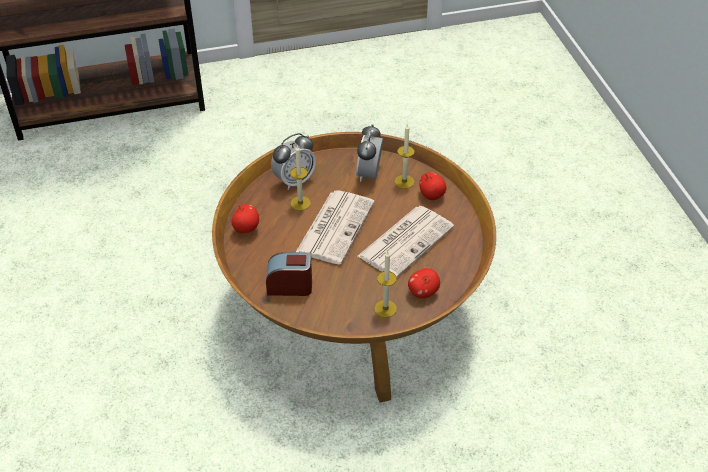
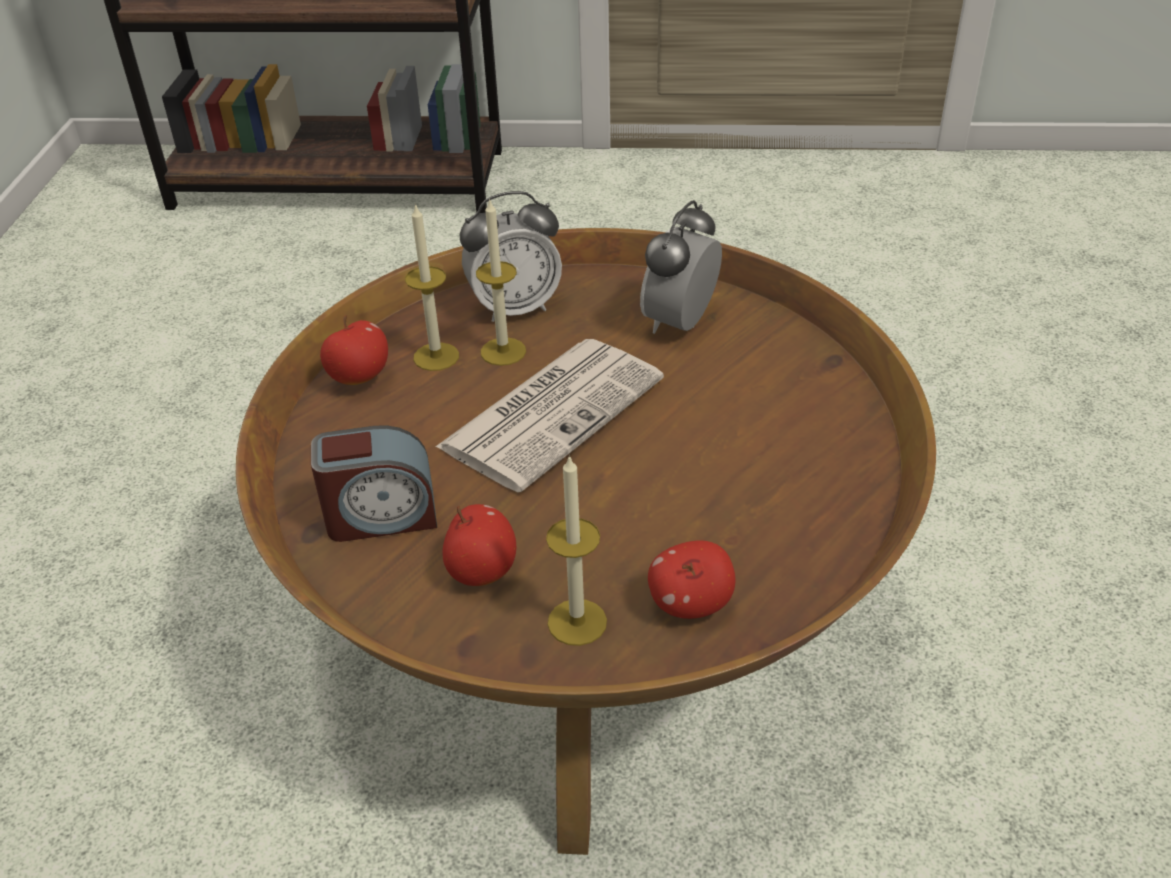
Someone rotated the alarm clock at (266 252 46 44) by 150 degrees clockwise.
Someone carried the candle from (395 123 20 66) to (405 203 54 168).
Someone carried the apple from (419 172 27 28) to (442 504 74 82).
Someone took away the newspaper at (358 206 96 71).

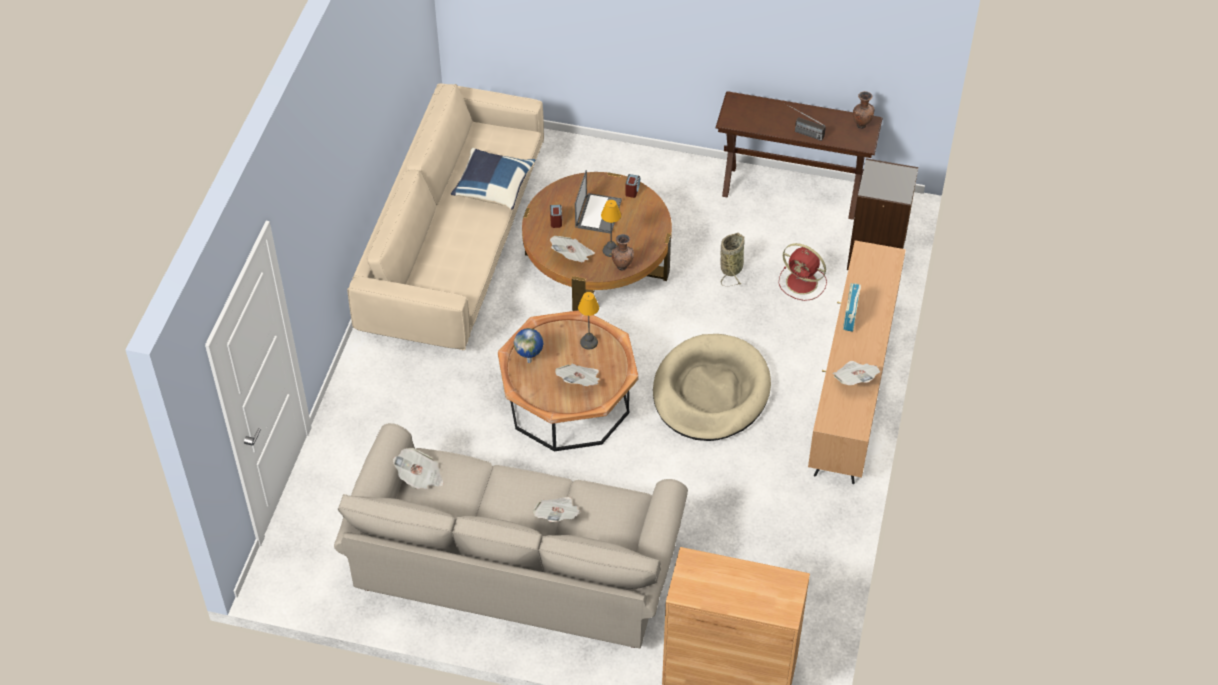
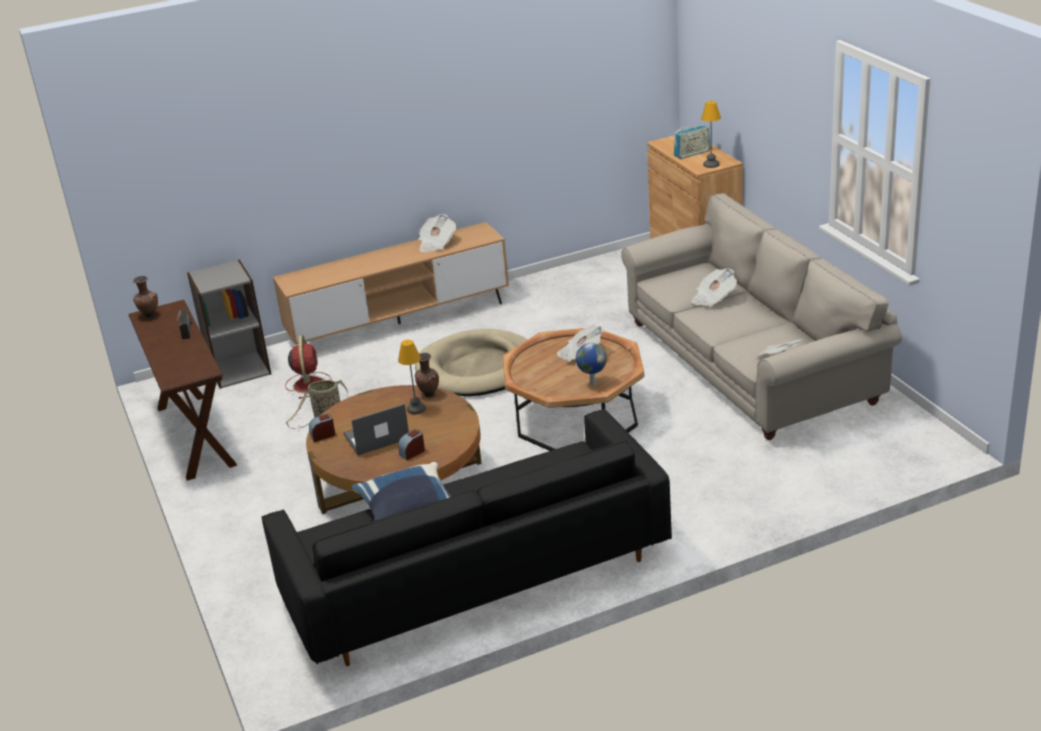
Someone repainted the sofa (beige) at (347 83 197 267), which became the sofa (black) at (262 409 410 257).
Someone carried the radio from (843 283 18 49) to (674 125 36 34).
Someone carried the table lamp from (578 292 21 57) to (701 101 20 67).
Someone took away the newspaper at (550 236 45 27).

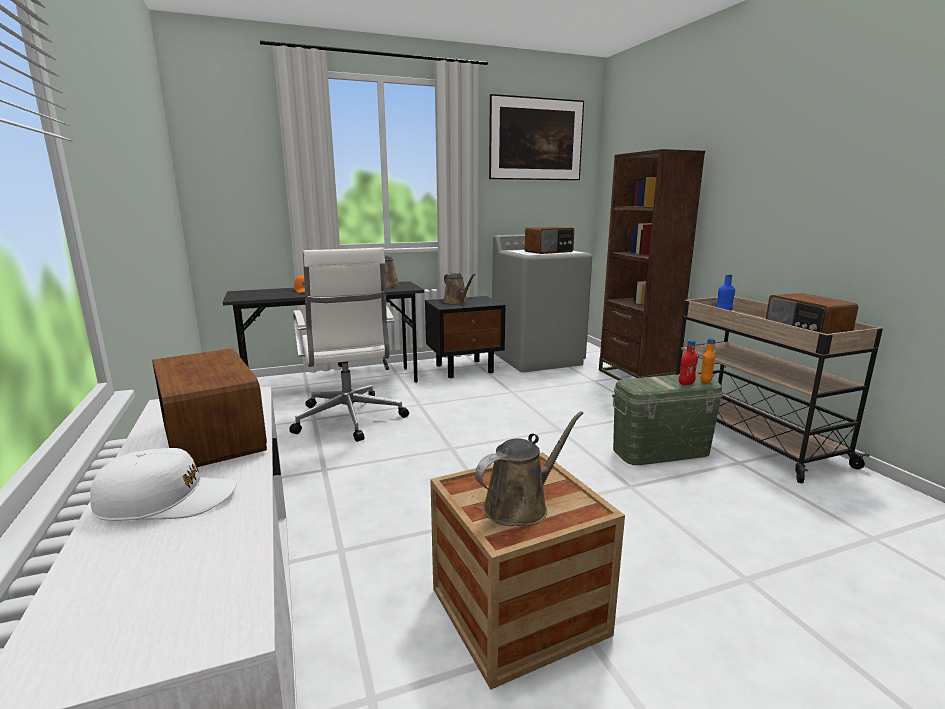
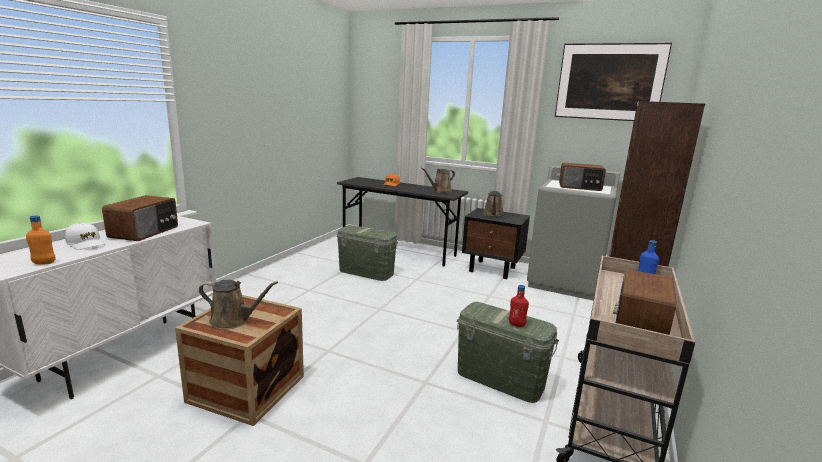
Someone carried the bottle (orange) from (701 338 14 46) to (26 215 30 50).
Someone swapped the office chair (white) at (289 248 120 194) for the storage box (green) at (337 225 61 56).

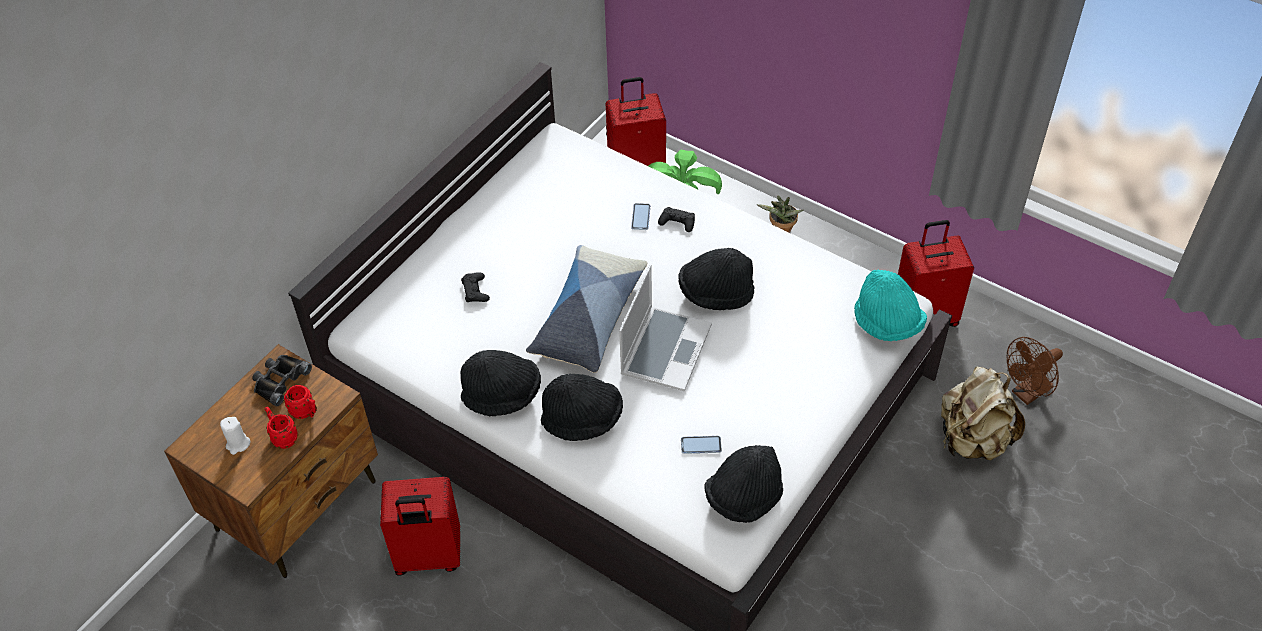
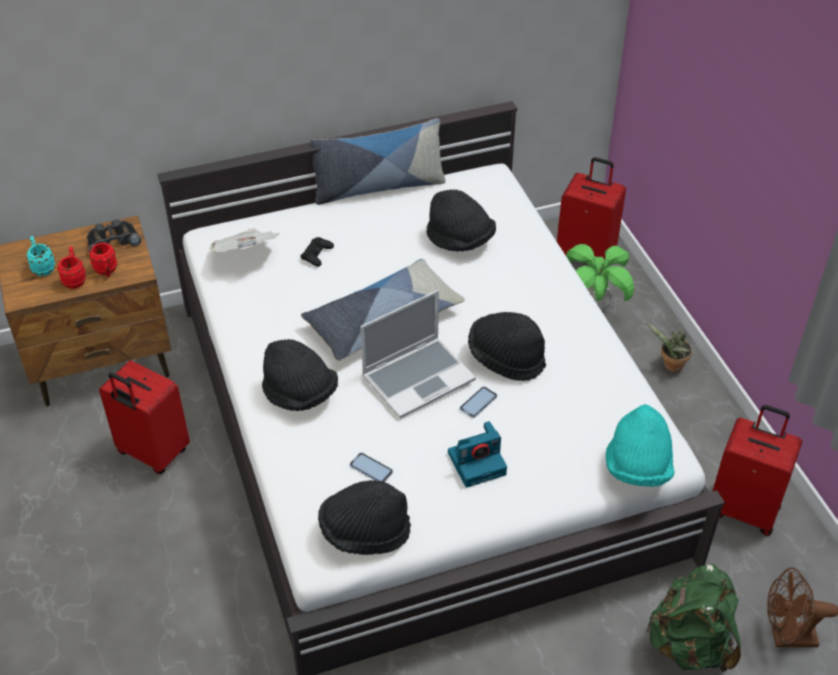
Someone swapped the candle (white) at (220 417 30 38) for the mug (turquoise) at (27 236 28 40).
Someone put down the newspaper at (210 228 69 24).
Someone put down the pillow at (309 118 137 87).
Someone carried the hat (black) from (461 350 80 66) to (426 189 70 63).
Someone put down the photo camera at (448 421 59 67).
Someone carried the phone from (631 203 19 27) to (460 387 37 31).
Someone repainted the backpack (beige) at (941 366 84 95), which became the backpack (green) at (646 564 95 108).
Someone took away the game controller (black) at (658 207 37 25).

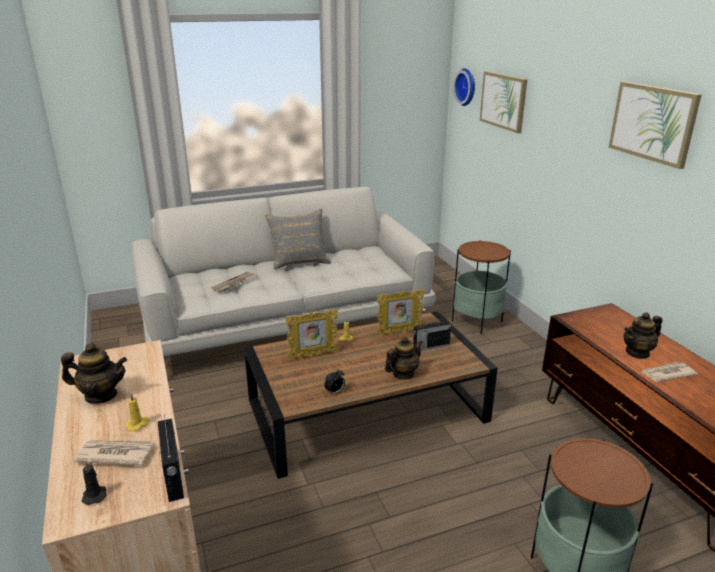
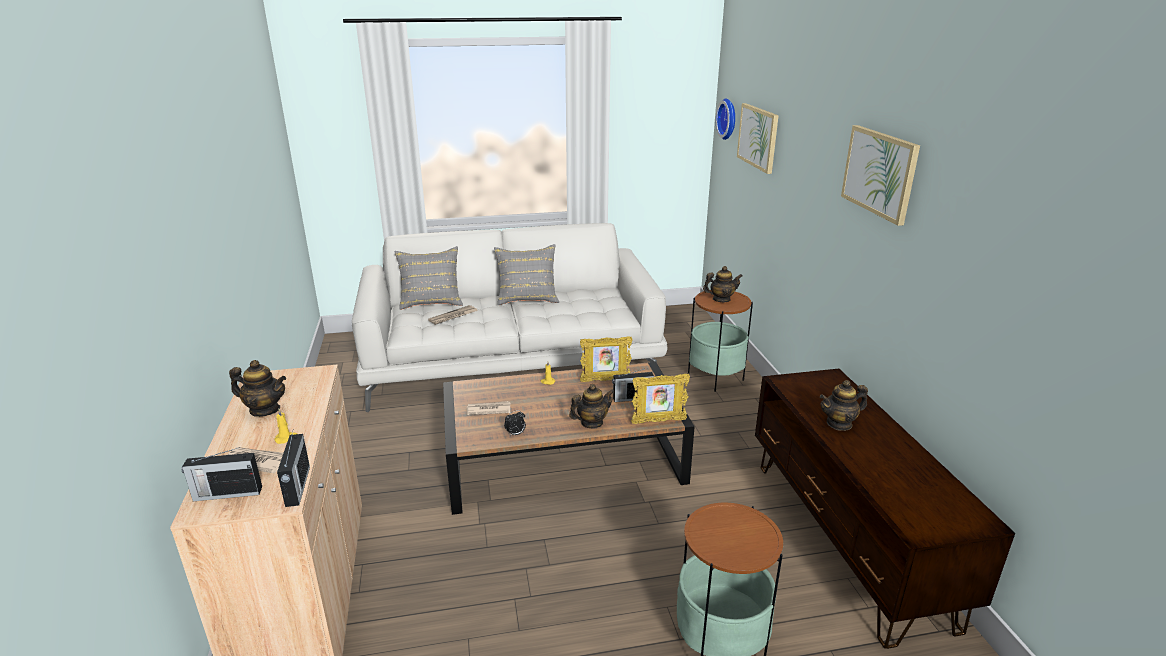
Someone swapped the candle (black) at (82 461 25 44) for the radio at (182 447 80 54).
Someone put down the pillow (grey) at (395 246 68 64).
Someone carried the newspaper from (641 362 57 20) to (467 401 43 14).
Someone carried the picture frame from (285 309 53 51) to (631 374 59 50).
Someone put down the teapot at (703 266 39 36).

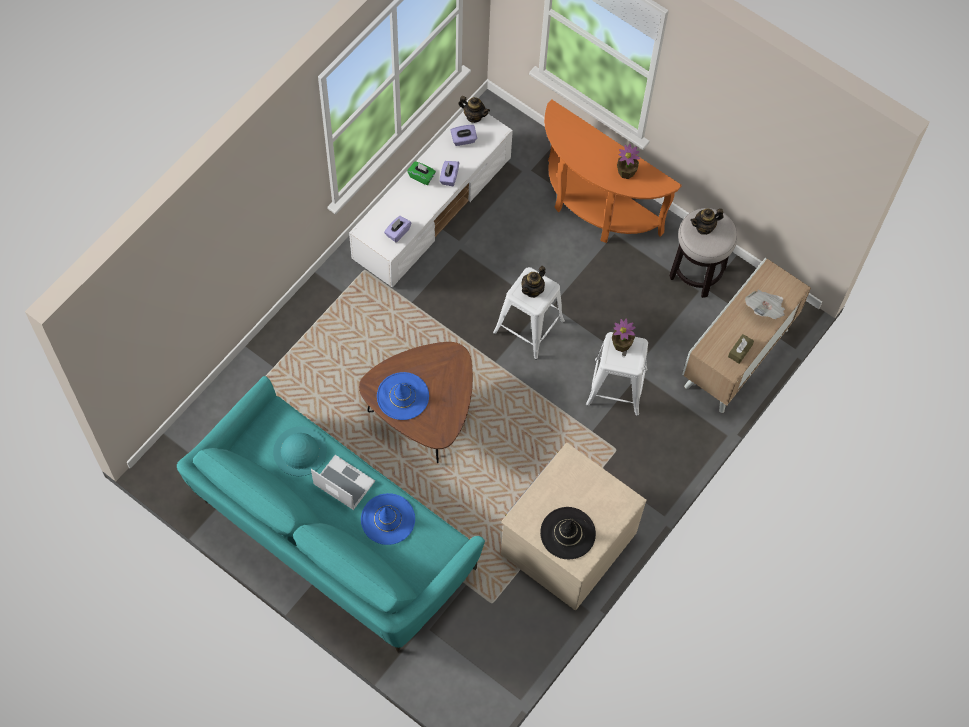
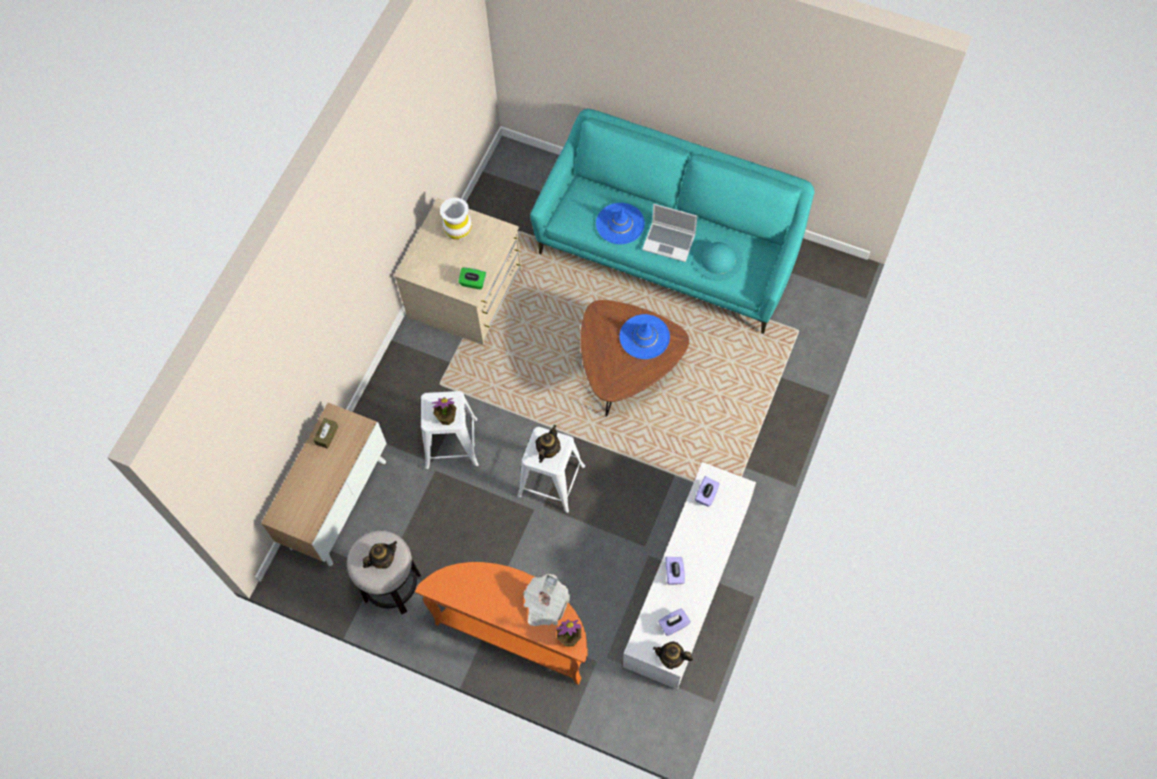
Someone swapped the hat (black) at (540 507 56 52) for the vase (white) at (440 198 32 42).
Someone carried the tissue box (green) from (407 161 29 24) to (458 268 28 22).
Someone carried the newspaper from (745 290 40 29) to (523 574 47 52).
Someone carried the potted plant from (617 144 23 35) to (556 620 26 27).

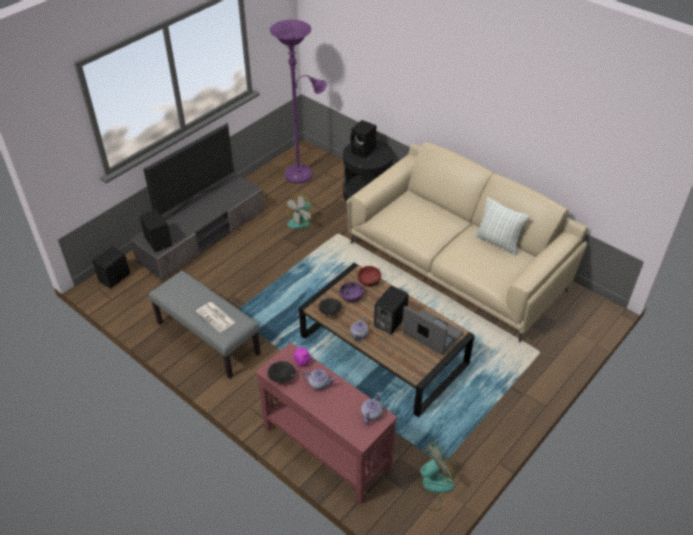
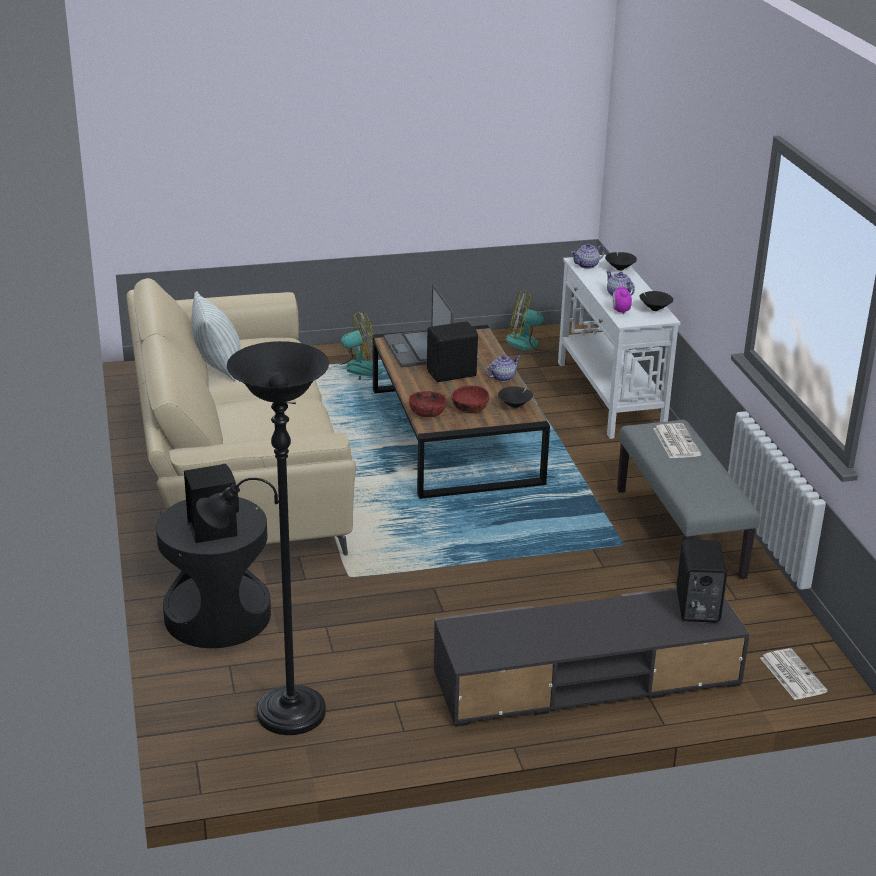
Someone repainted the floor lamp (purple) at (270 20 57 164), which became the floor lamp (black) at (196 341 133 394).
Someone carried the fan from (286 194 31 35) to (334 311 48 69).
Someone repainted the bowl (purple) at (340 282 24 21), which became the bowl (red) at (452 385 37 28).
Someone repainted the console table (red) at (255 342 143 163), which became the console table (white) at (558 255 123 184).
Someone put down the bowl (black) at (605 252 32 19).
Someone swapped the speaker (black) at (93 246 37 42) for the newspaper at (760 648 68 52).
Someone took away the television at (143 123 91 93).

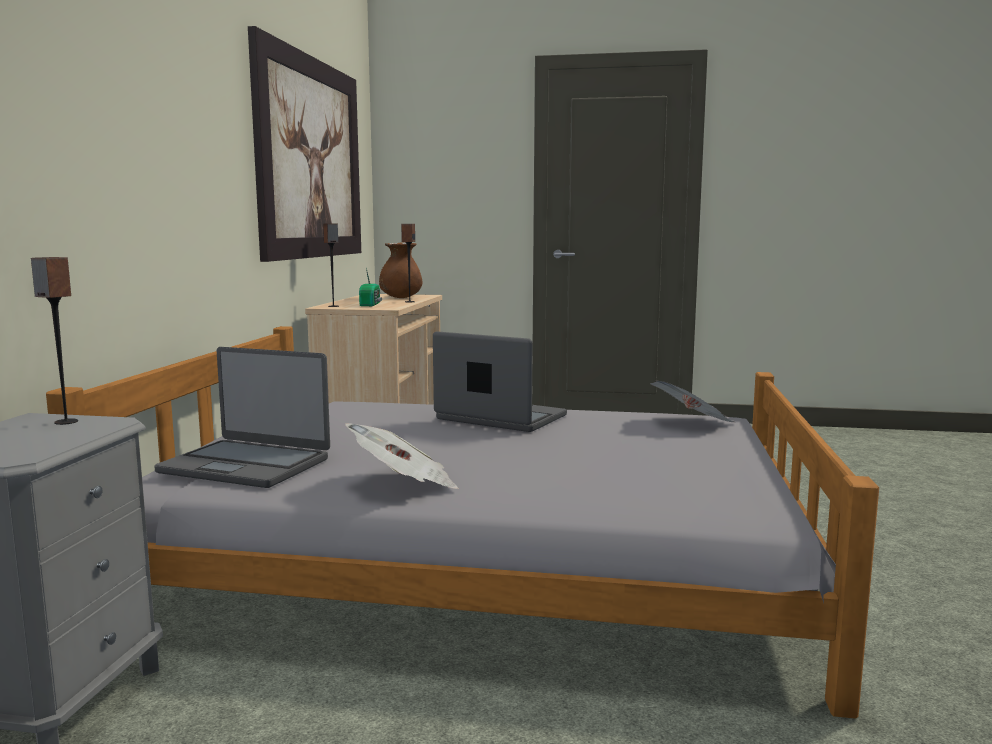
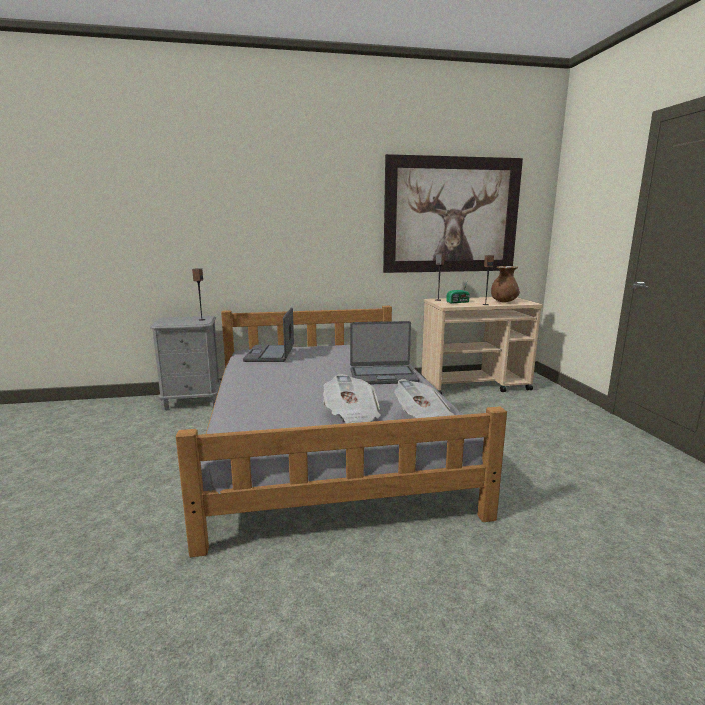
Someone carried the newspaper from (345 423 115 66) to (323 374 58 49).
Someone rotated the laptop at (433 331 134 101) by 75 degrees clockwise.

